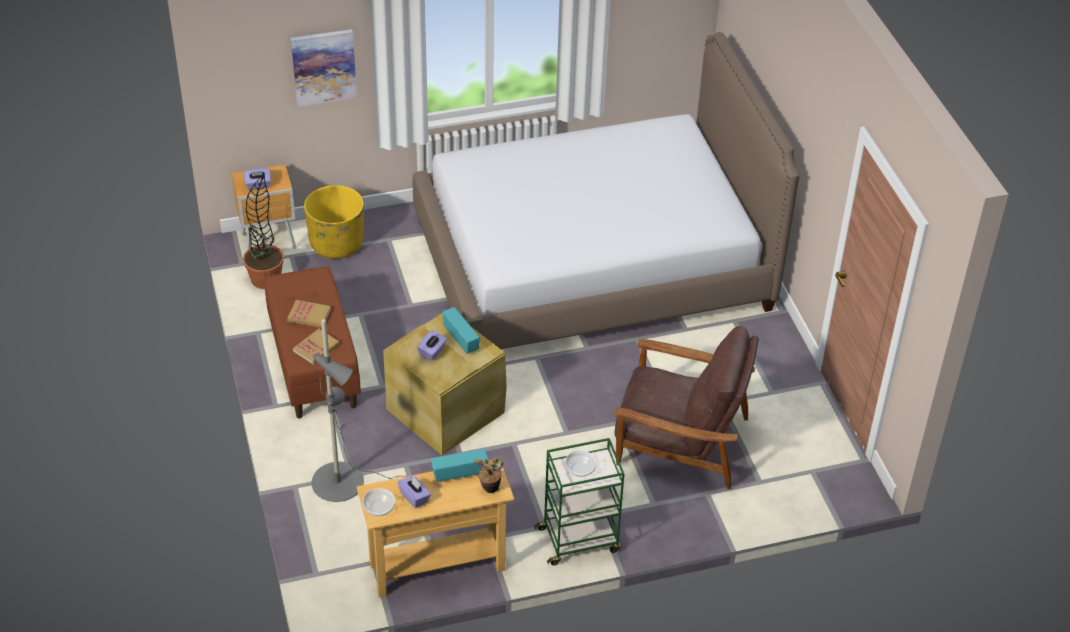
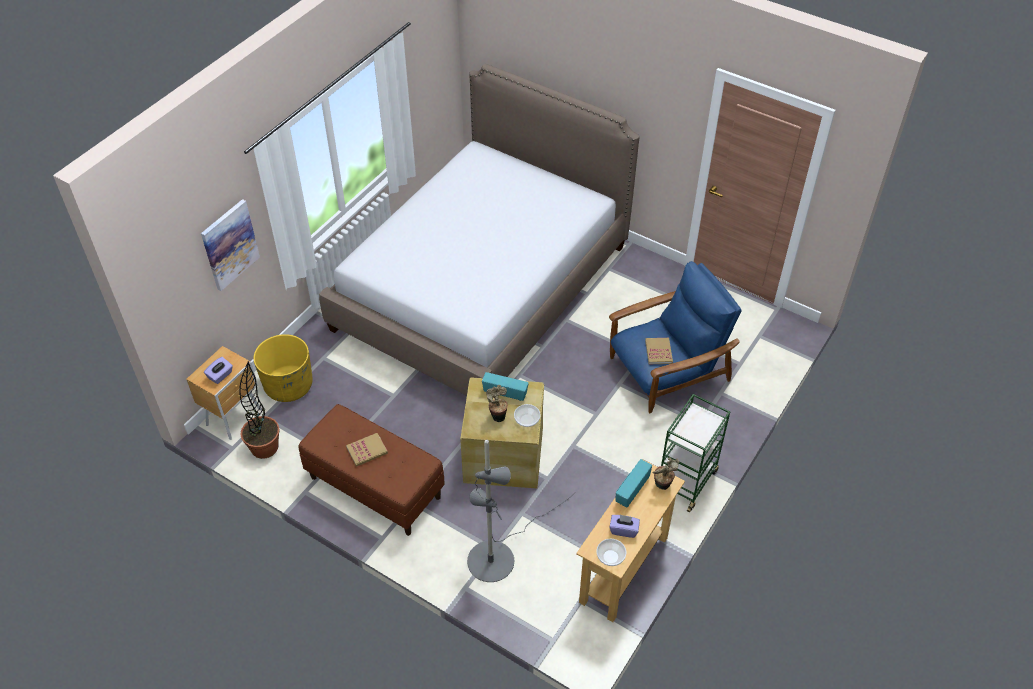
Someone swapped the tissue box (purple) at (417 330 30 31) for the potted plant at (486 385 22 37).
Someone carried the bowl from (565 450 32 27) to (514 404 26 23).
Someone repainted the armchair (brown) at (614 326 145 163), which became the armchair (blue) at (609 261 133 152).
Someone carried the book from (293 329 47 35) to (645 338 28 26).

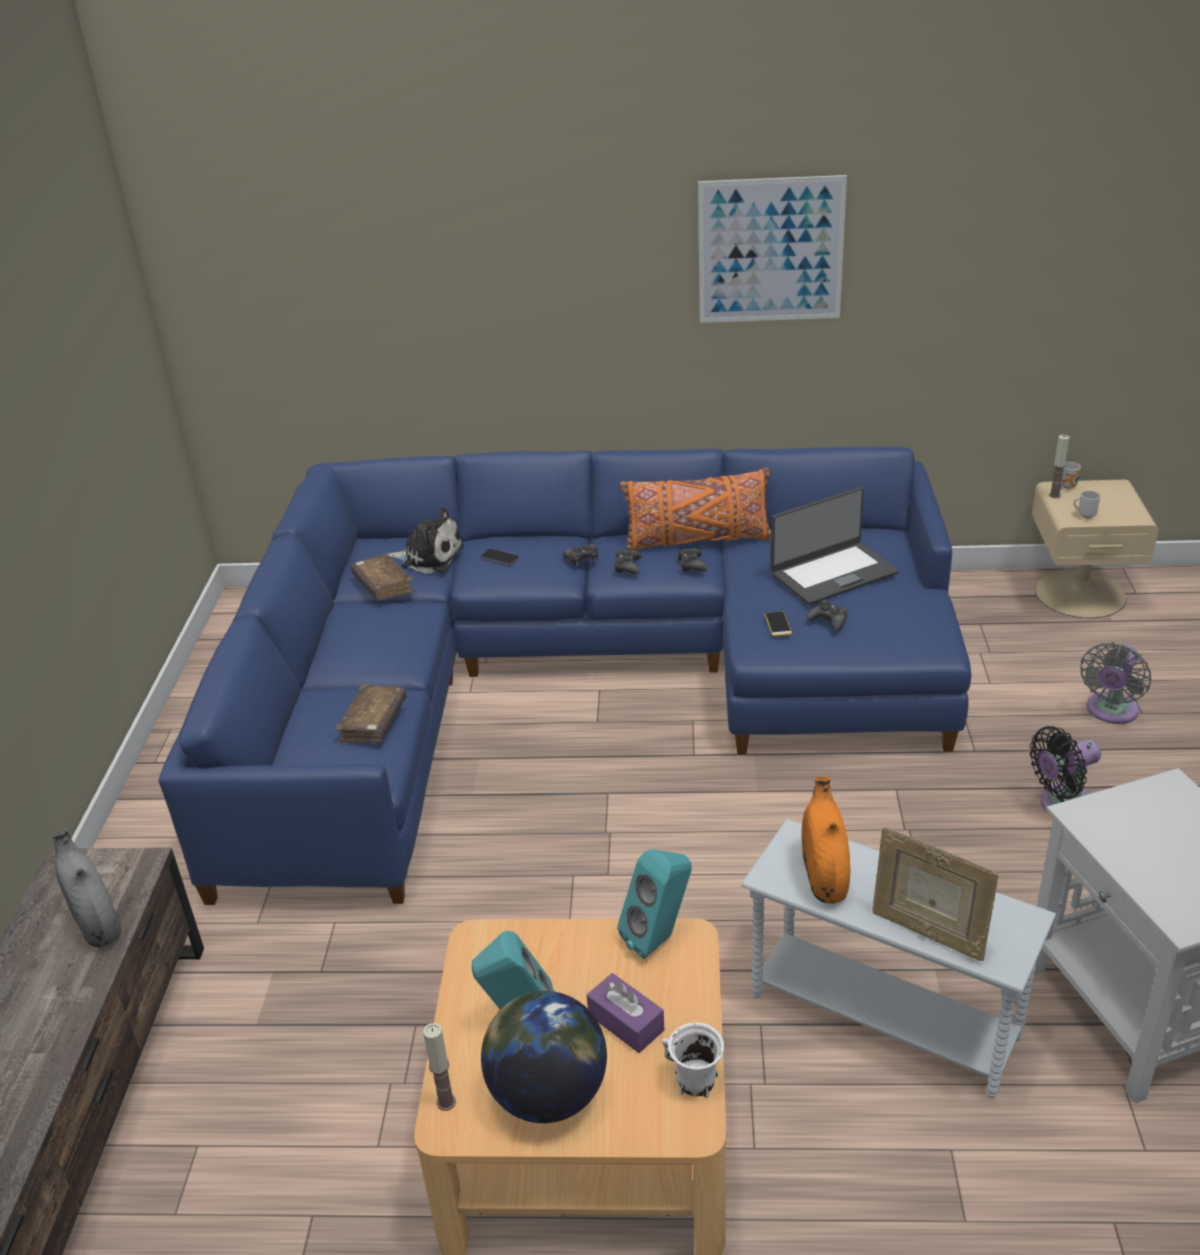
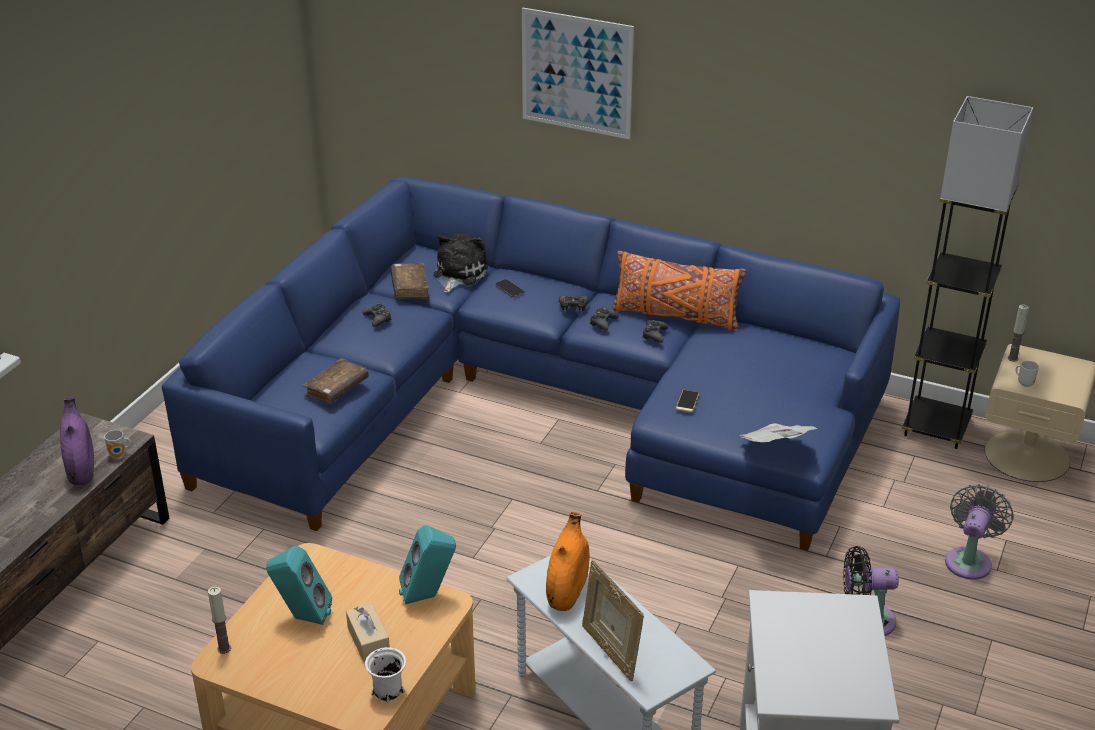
Someone repainted the vase (grey) at (52 829 69 118), which became the vase (purple) at (60 398 34 87).
Someone carried the mug from (1061 462 20 27) to (104 430 27 28).
Someone repainted the tissue box (purple) at (587 973 77 80), which became the tissue box (beige) at (346 604 44 58).
Someone carried the game controller (black) from (807 600 40 31) to (363 302 28 25).
Someone rotated the plush toy at (389 508 75 66) by 105 degrees counterclockwise.
Someone carried the picture from (698 175 149 148) to (522 8 112 131).
Someone put down the newspaper at (739 423 78 19).
Someone put down the floor lamp (grey) at (902 96 131 353).
Someone rotated the fan (grey) at (1080 642 71 82) by 150 degrees clockwise.
Someone took away the globe at (481 991 126 132).
Someone took away the laptop at (770 487 129 118).

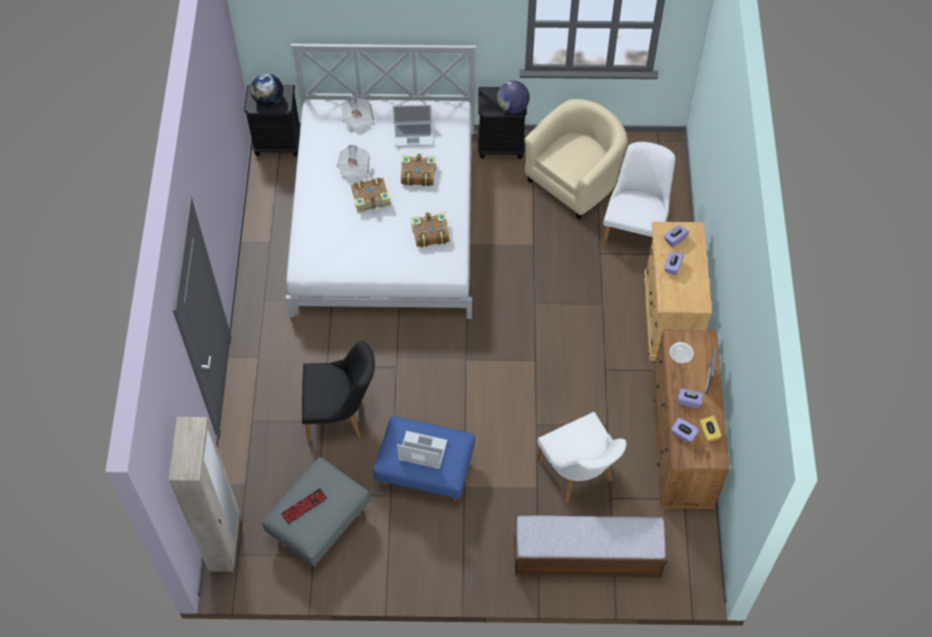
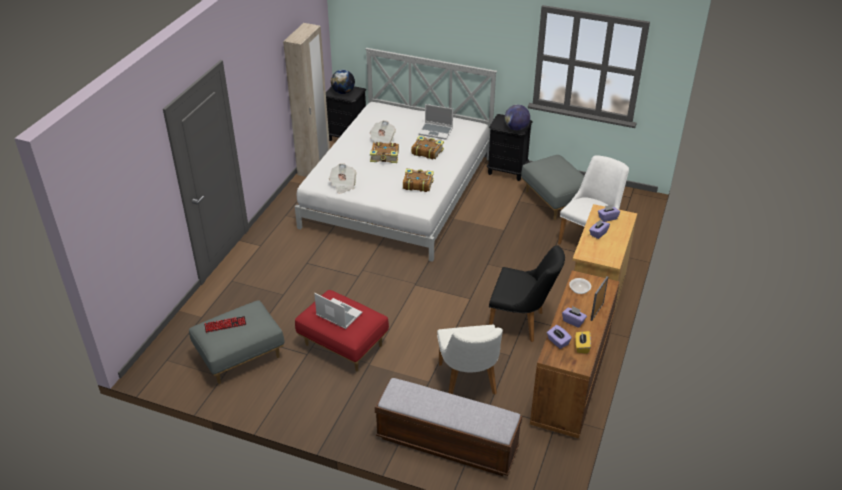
Someone carried the wardrobe (beige) from (169 417 71 155) to (283 23 47 154).
Someone repainted the ottoman (blue) at (374 416 101 84), which became the ottoman (red) at (295 290 94 81).
Someone carried the newspaper from (341 96 34 40) to (329 163 28 31).
Someone carried the chair (black) from (302 341 73 101) to (489 245 76 97).
Someone swapped the armchair (beige) at (525 99 103 121) for the ottoman (grey) at (521 155 63 65).

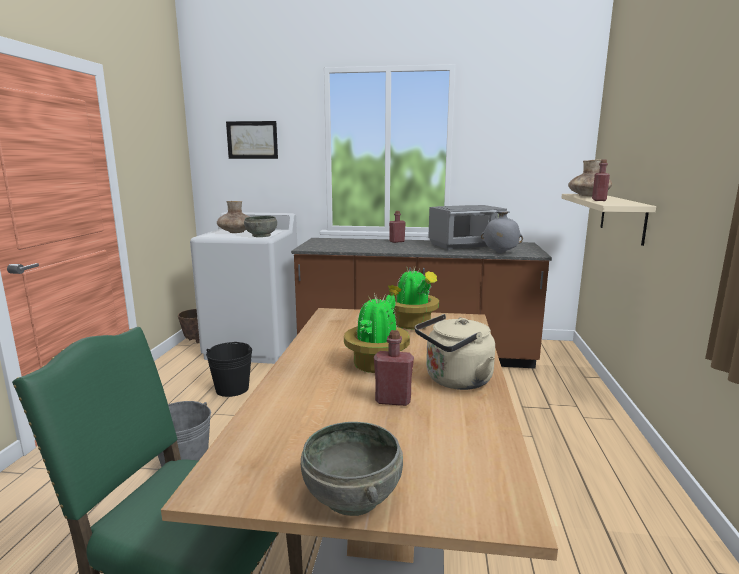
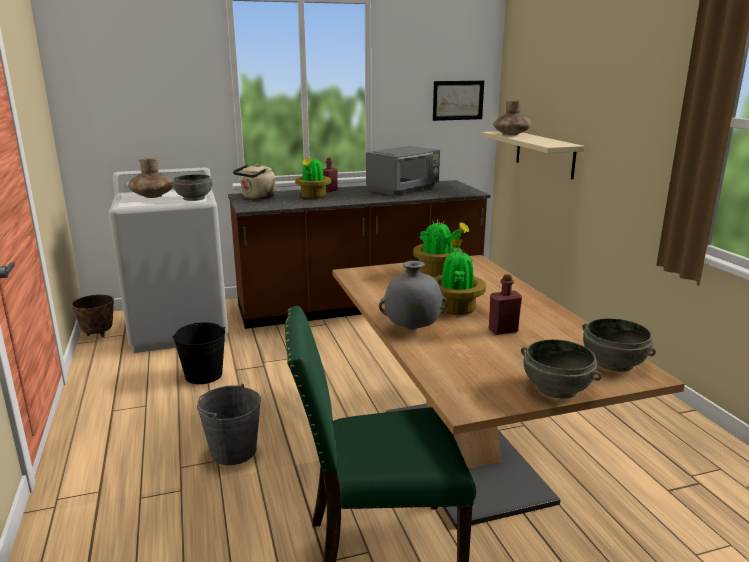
Someone carried the kettle (beige) from (415 314 80 76) to (233 164 43 35).
Someone put down the potted plant at (295 156 36 42).
Someone carried the vase (grey) from (481 211 42 42) to (379 261 68 69).
Someone carried the picture from (226 121 52 38) to (433 81 51 40).
Someone put down the bowl (grey) at (582 318 74 54).
Someone took away the bottle (red) at (592 160 18 41).

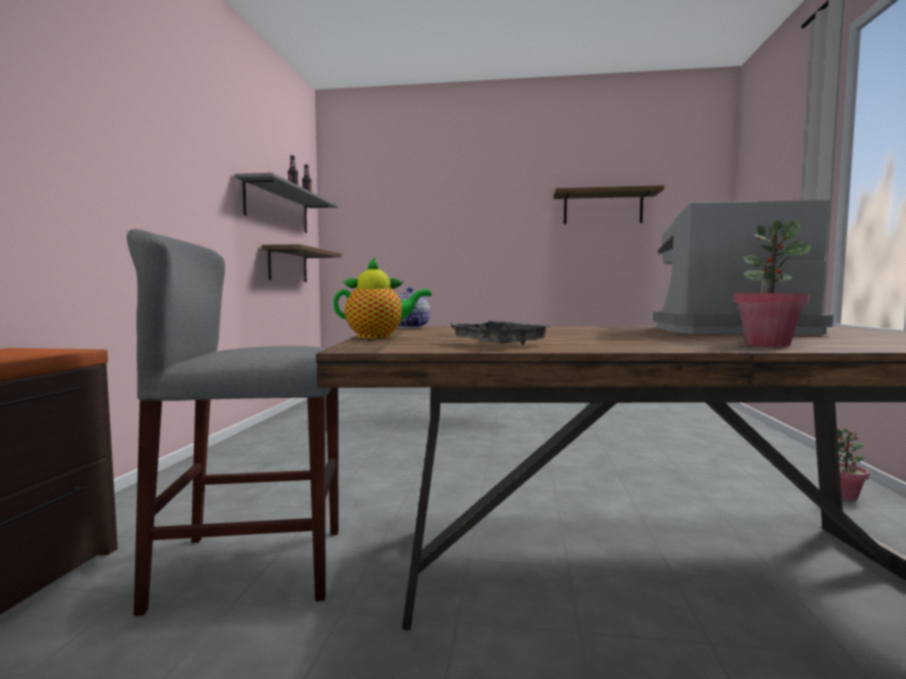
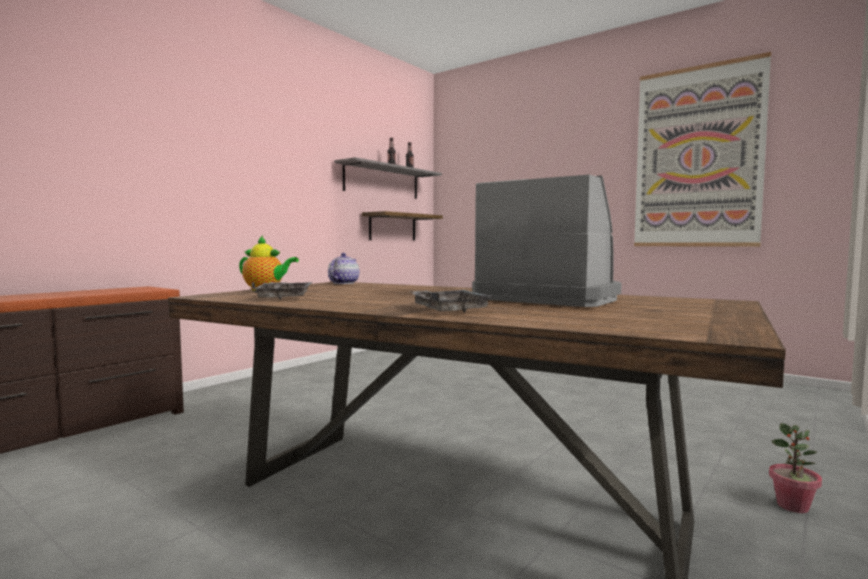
Someone swapped the potted plant at (733 220 79 127) for the tray (grey) at (409 290 83 23).
Someone swapped the shelf at (553 185 111 39) for the picture at (634 52 137 195).
Someone took away the stool (grey) at (127 229 212 387).

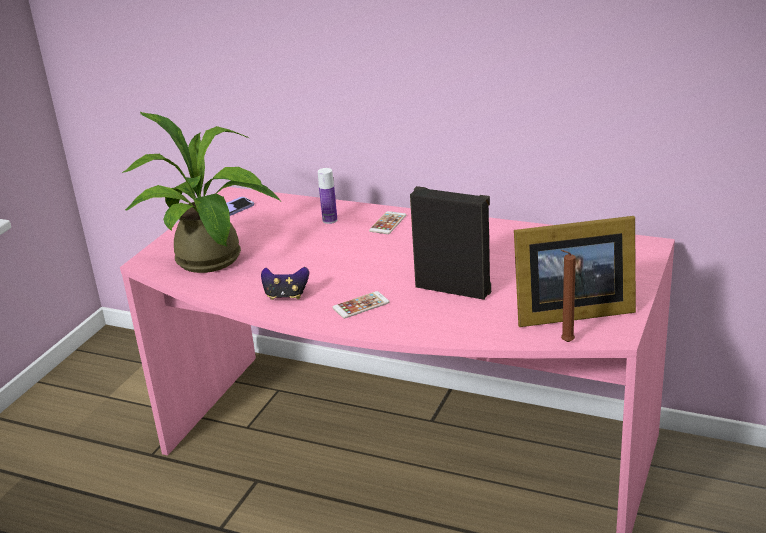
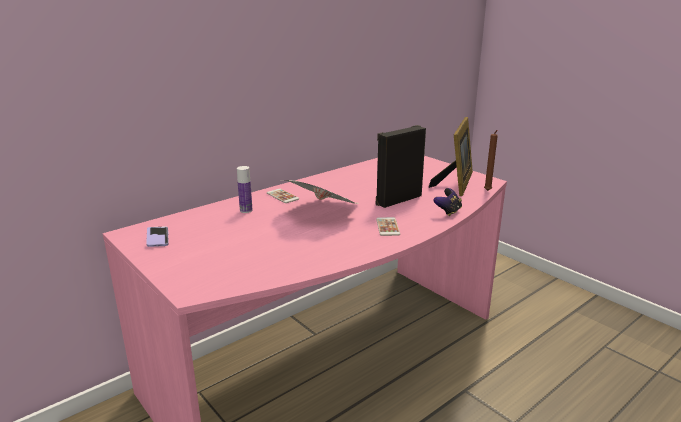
Someone put down the newspaper at (285 180 72 24).
Someone carried the game controller from (261 267 48 33) to (433 188 29 28).
Someone took away the potted plant at (122 112 158 161).

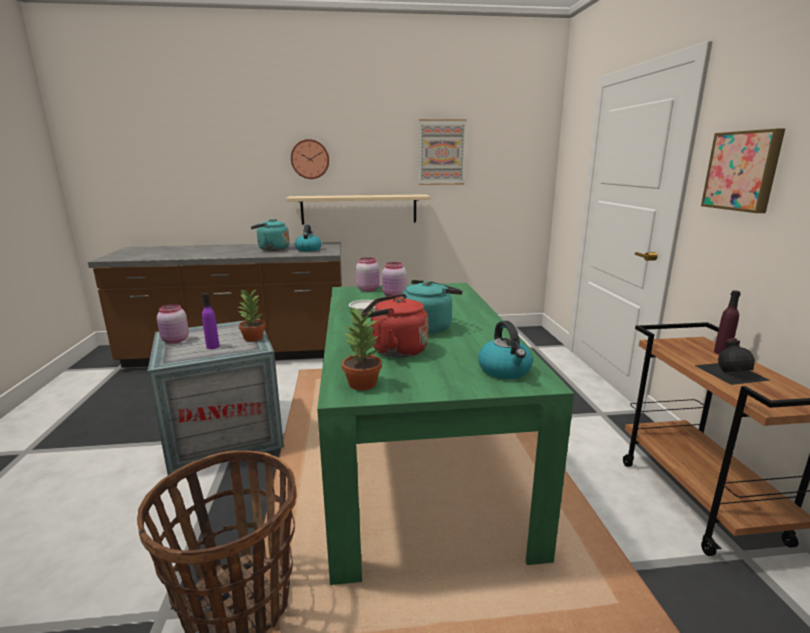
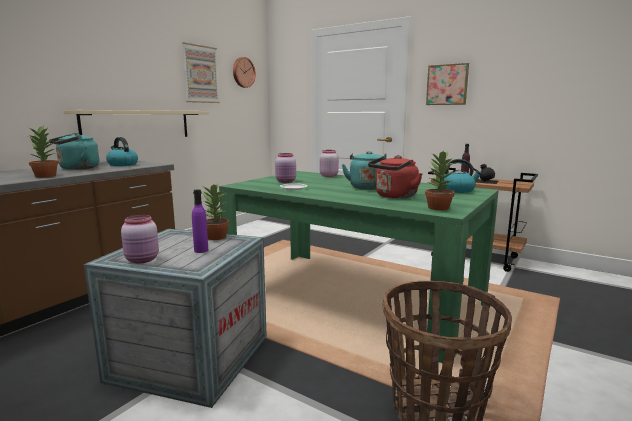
Someone put down the potted plant at (29 125 29 53).
Someone carried the wall clock from (291 139 38 40) to (233 57 23 31).
Someone carried the jar (pink) from (356 257 24 35) to (319 150 20 27).

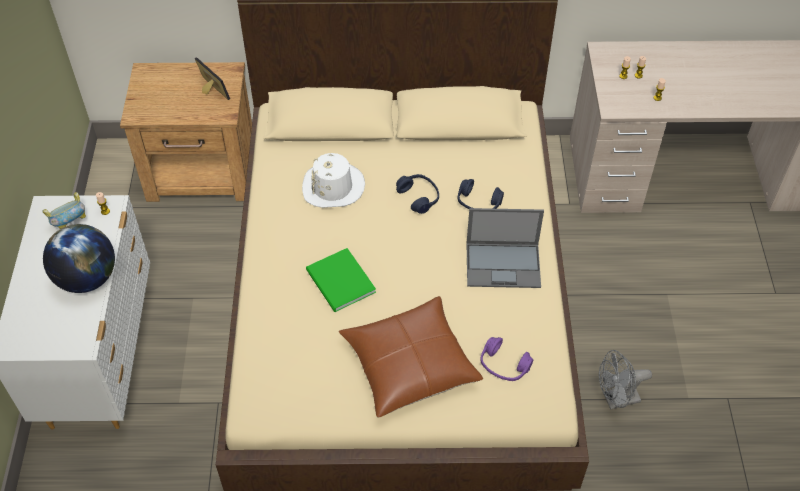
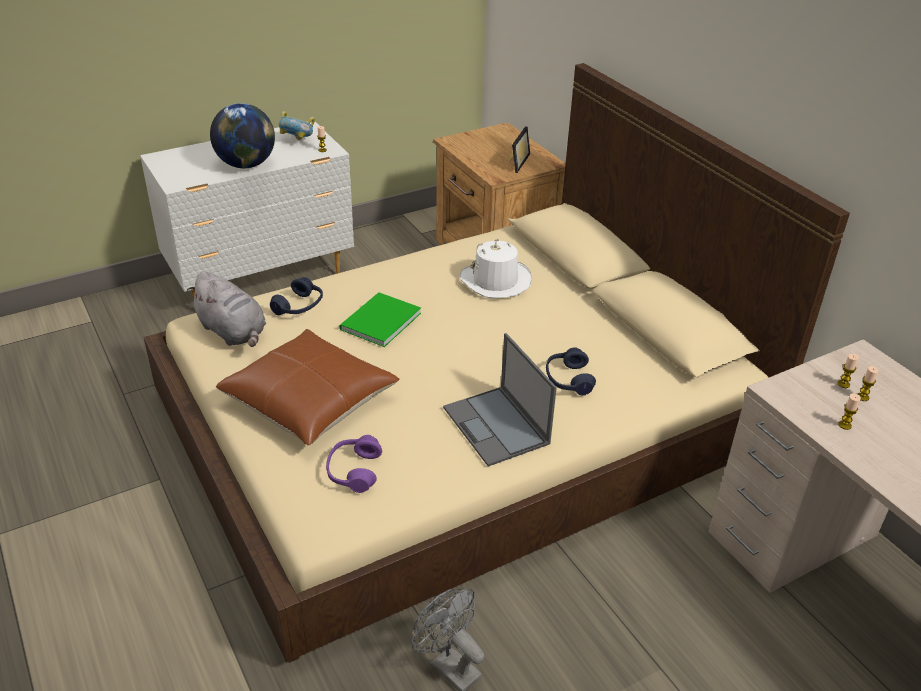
Someone put down the plush toy (grey) at (187 271 79 76).
Someone carried the headphones (blue) from (396 174 43 40) to (270 277 53 38).

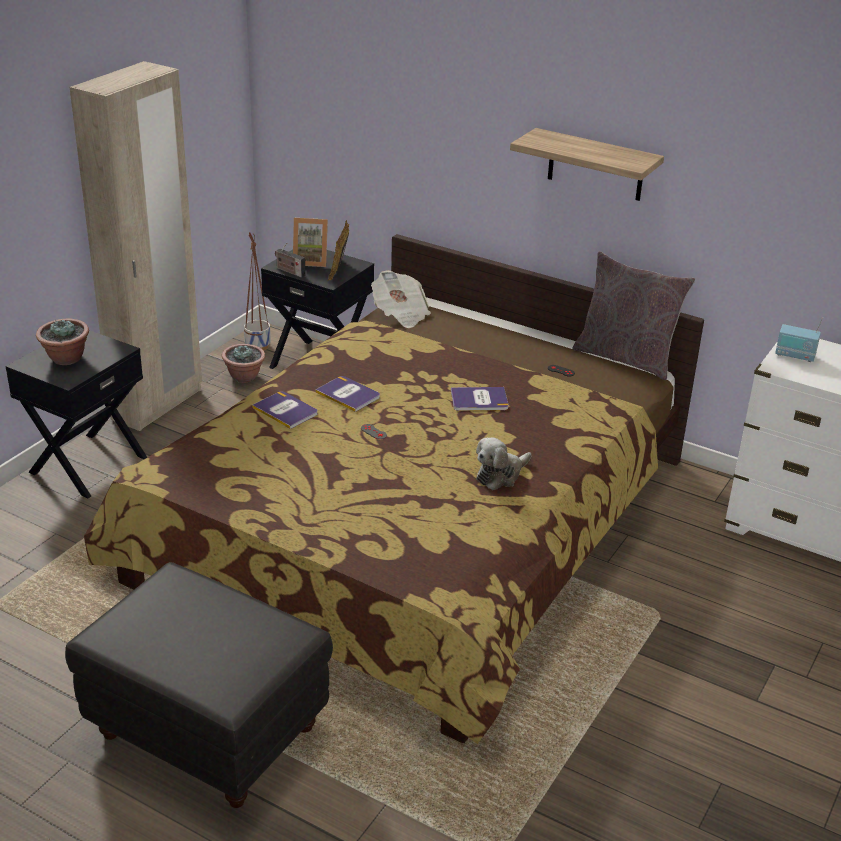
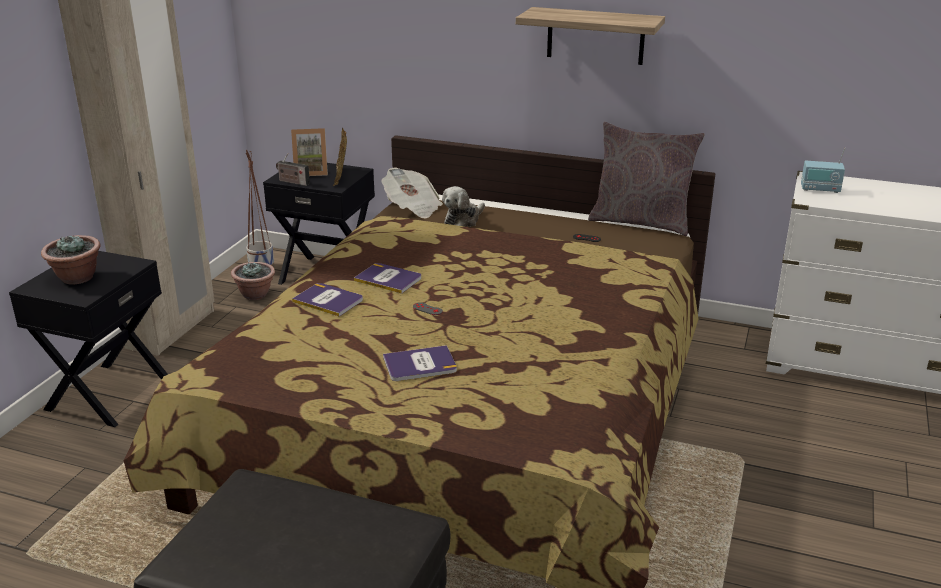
Someone carried the book from (451 387 57 24) to (383 345 74 36).
Someone carried the plush toy from (476 437 55 53) to (442 186 43 41).

